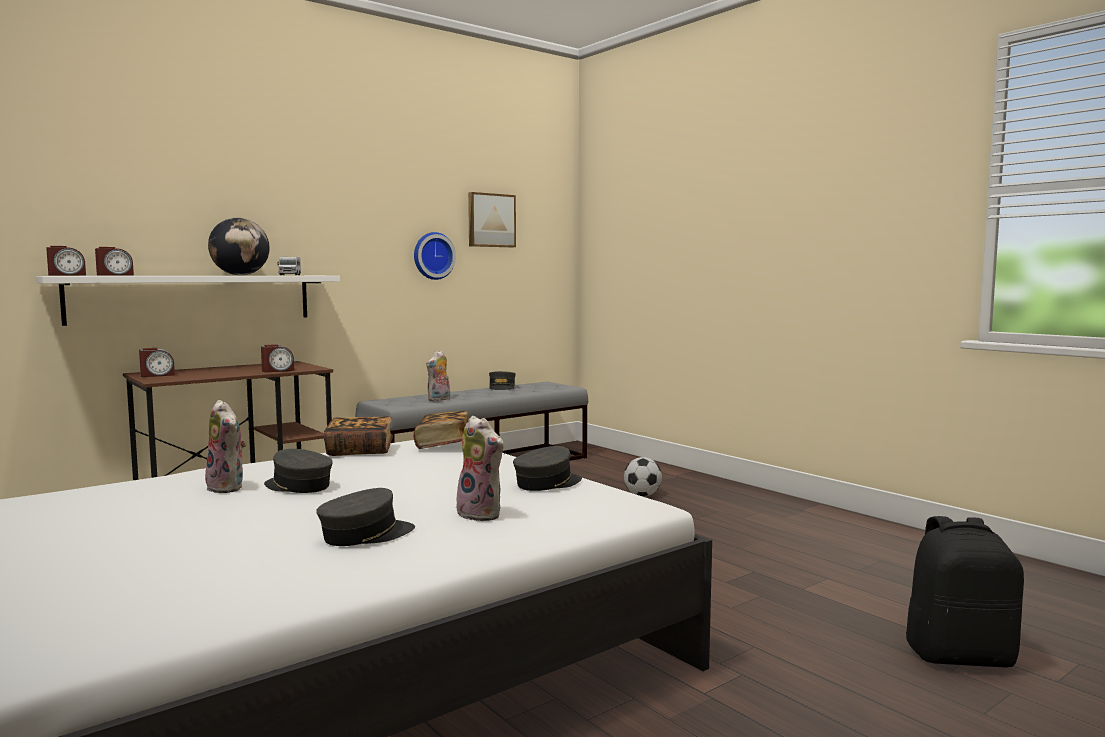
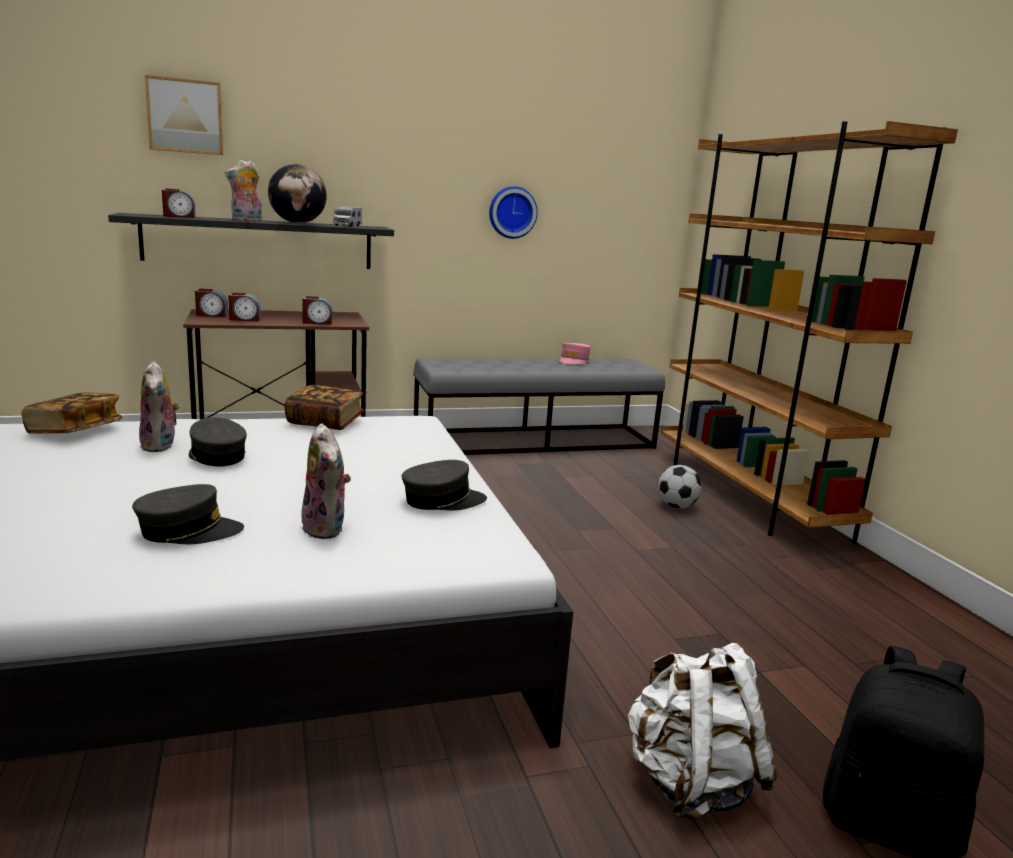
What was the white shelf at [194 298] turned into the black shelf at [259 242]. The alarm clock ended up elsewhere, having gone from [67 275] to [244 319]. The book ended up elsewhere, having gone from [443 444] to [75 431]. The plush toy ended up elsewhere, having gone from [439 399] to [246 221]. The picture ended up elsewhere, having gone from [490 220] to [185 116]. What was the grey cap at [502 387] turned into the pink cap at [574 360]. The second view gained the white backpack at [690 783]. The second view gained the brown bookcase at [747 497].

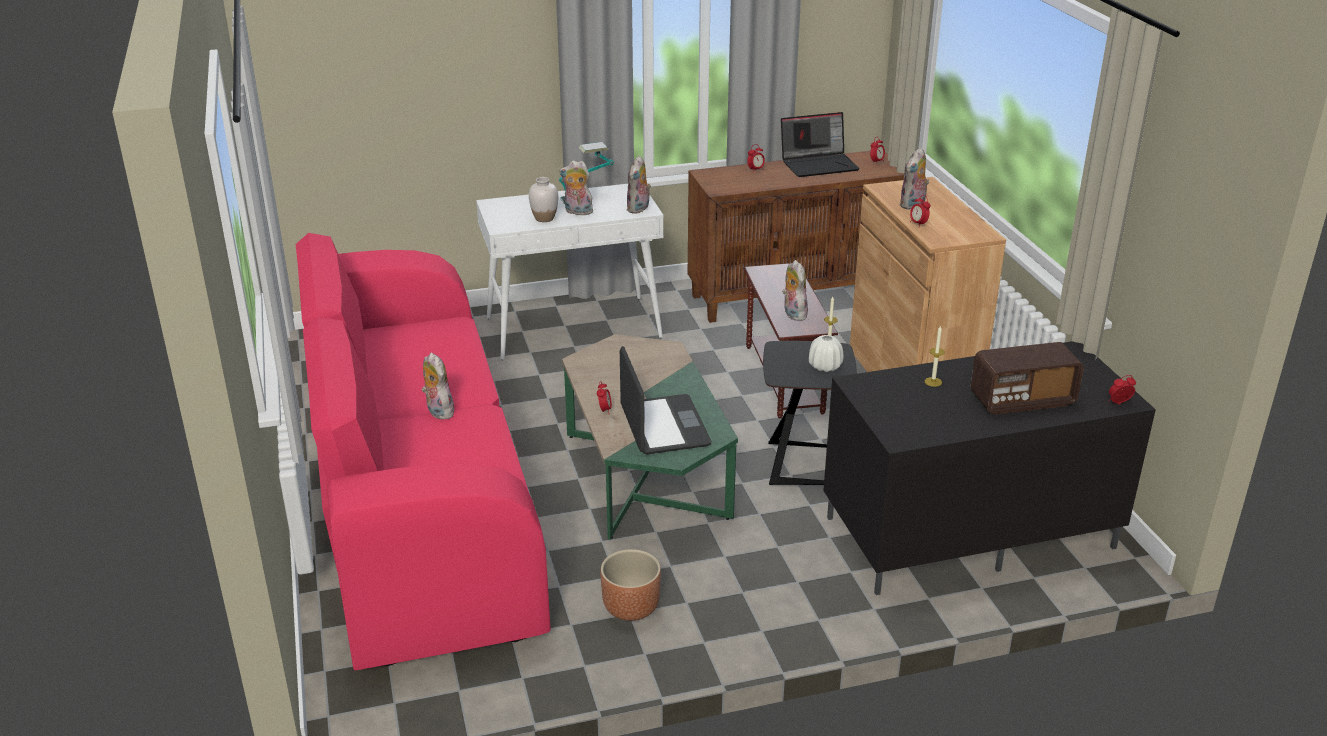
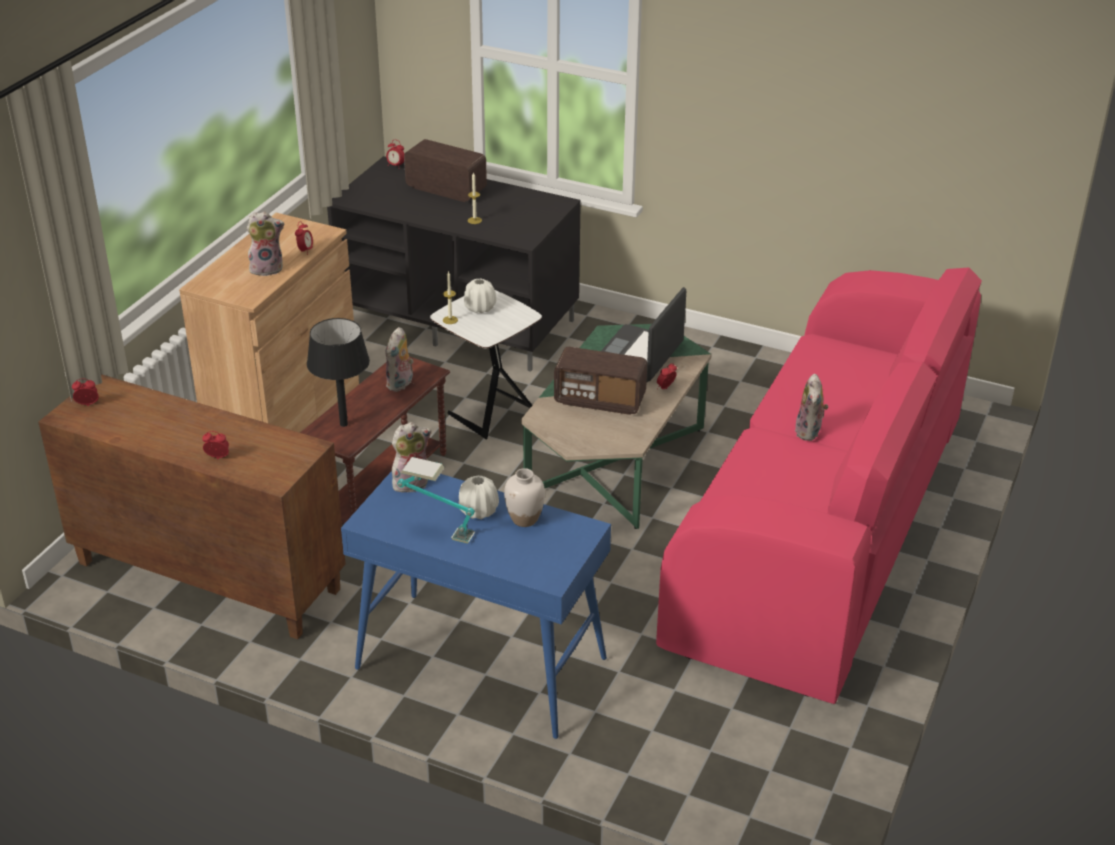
What was the white console table at [574 327] turned into the blue console table at [479 664]. Where the plush toy stood at [577 212], the white vase came to stand at [478 511]. The second view lost the brown planter at [631 609]. What was the black side table at [802 464] turned into the white side table at [488 412]. The second view lost the laptop at [819 164]. The second view gained the black table lamp at [344 424]. The second view gained the radio at [600 400].

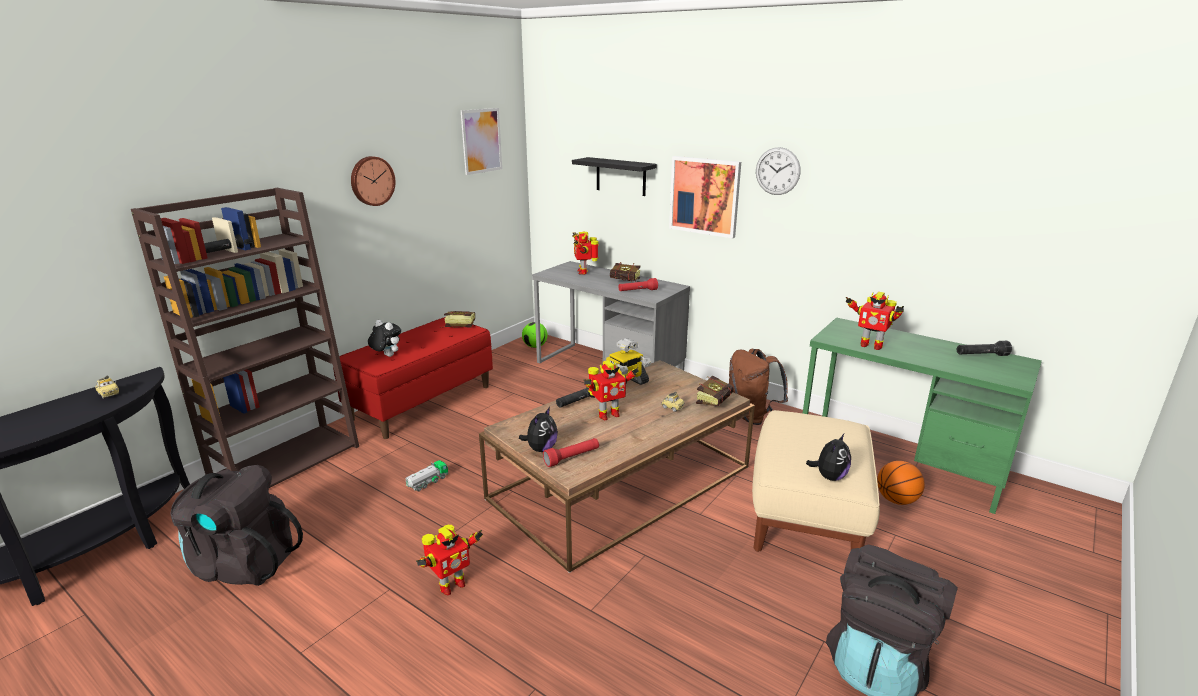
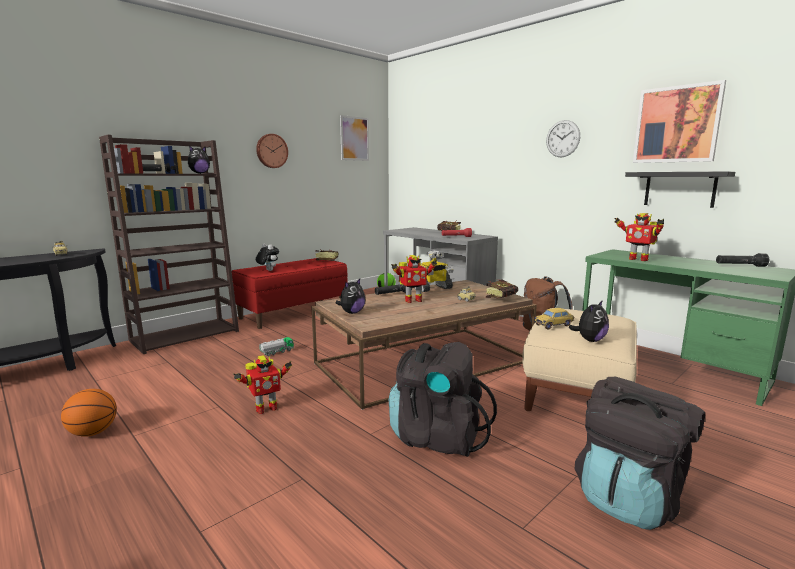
The black backpack ended up elsewhere, having gone from [243 563] to [437 437]. The second view lost the red flashlight at [572 458]. The black shelf ended up elsewhere, having gone from [621 176] to [679 189]. The second view lost the toy robot at [583 272]. The picture ended up elsewhere, having gone from [704 196] to [677 124]. The basketball ended up elsewhere, having gone from [896 500] to [93 432]. The second view gained the plush toy at [199 173]. The second view gained the toy car at [554 325].

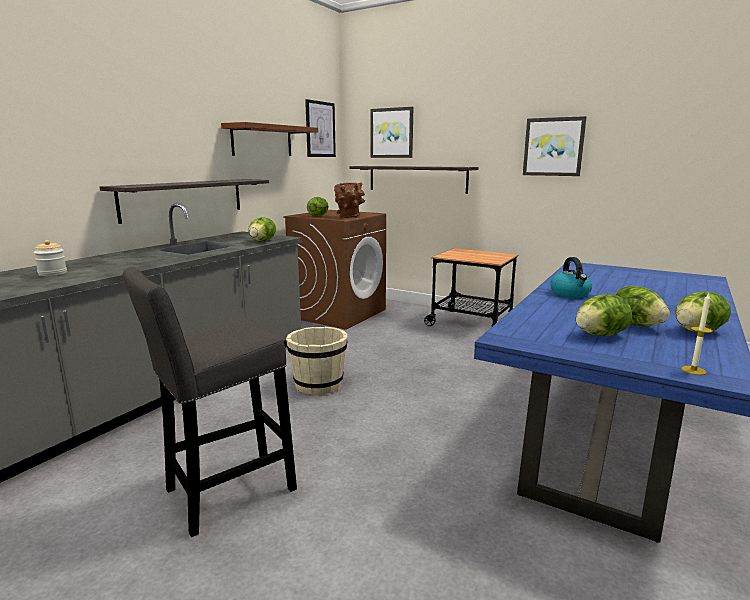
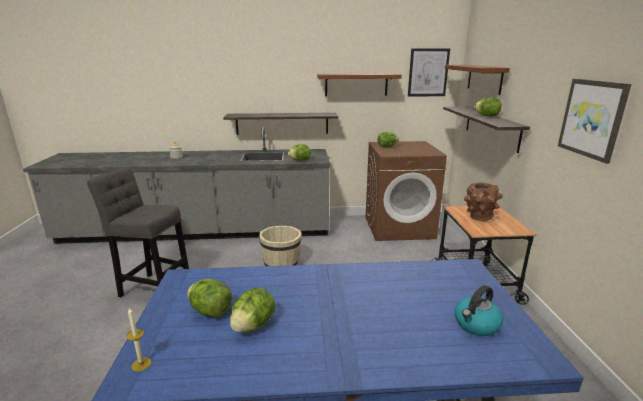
The brown vase ended up elsewhere, having gone from [349 217] to [479 218]. Where the picture hung at [392 133], the brown shelf came to hang at [484 79]. The kettle ended up elsewhere, having gone from [570 294] to [476 325]. The lettuce ended up elsewhere, having gone from [697 331] to [487 116].

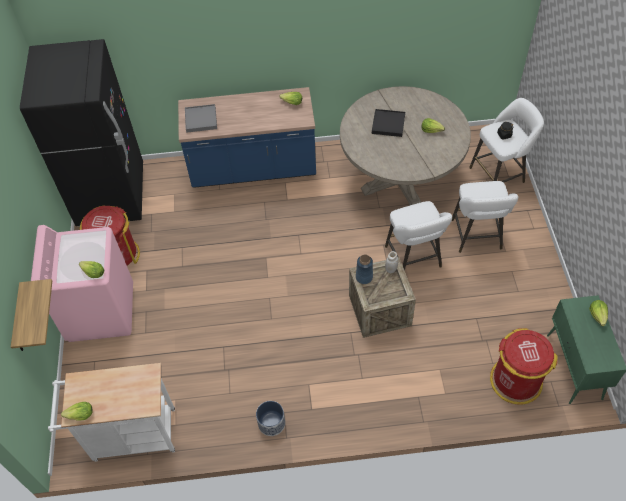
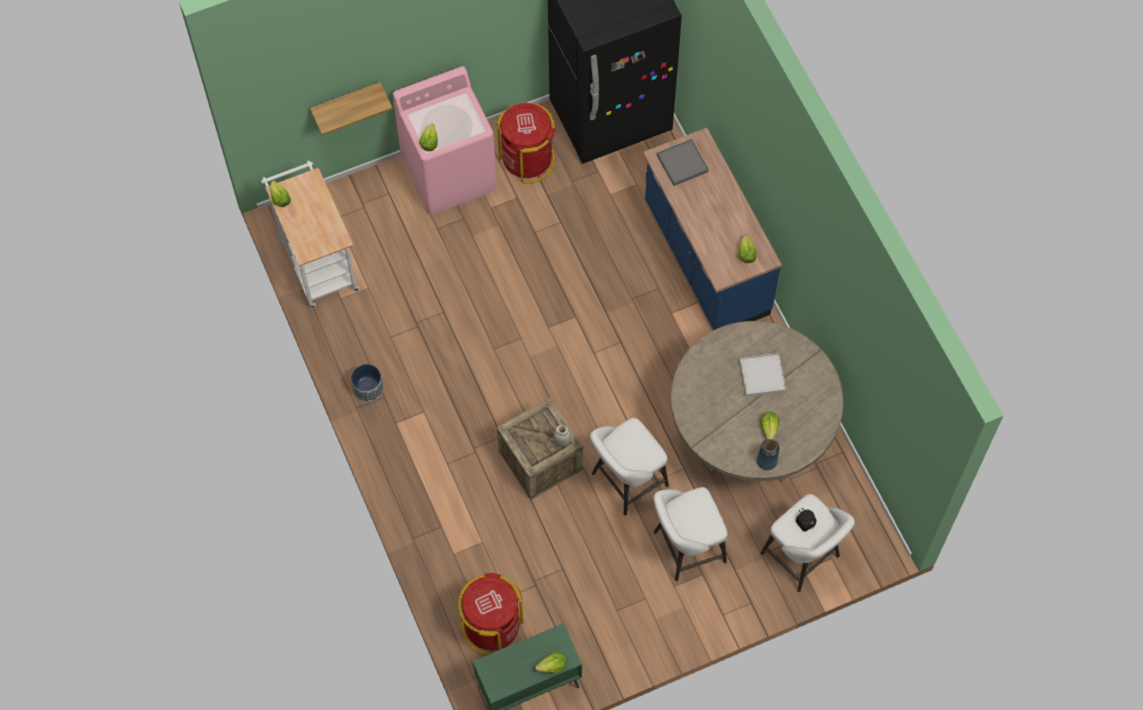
The blue vase ended up elsewhere, having gone from [364 277] to [766 461]. What was the black tray at [388 124] turned into the white tray at [762 376].

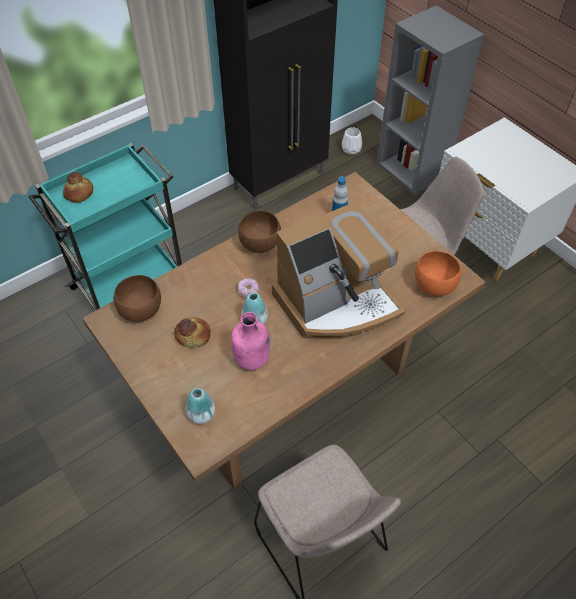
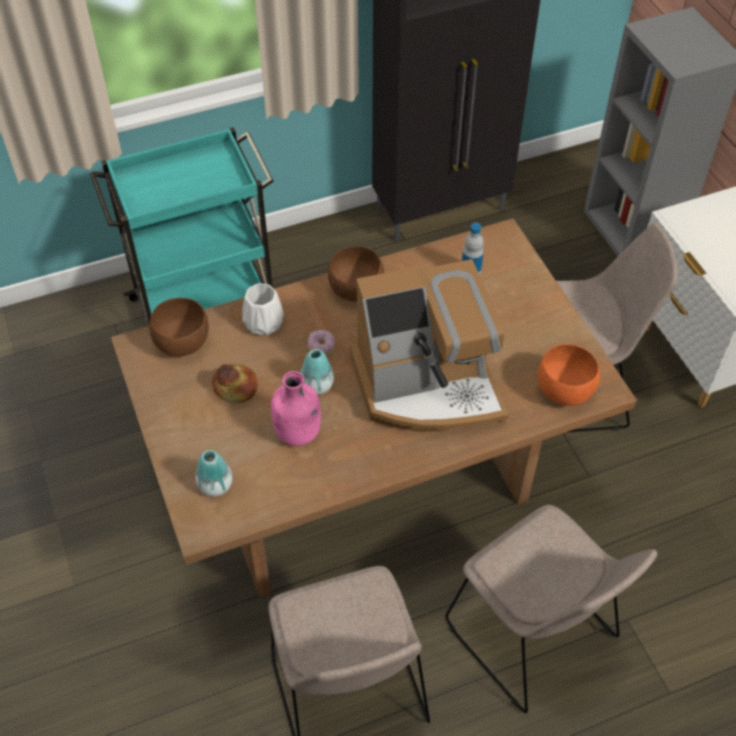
The second view lost the bread at [79 193]. The white vase ended up elsewhere, having gone from [351 149] to [264 322]. The second view gained the beige chair at [534 635].

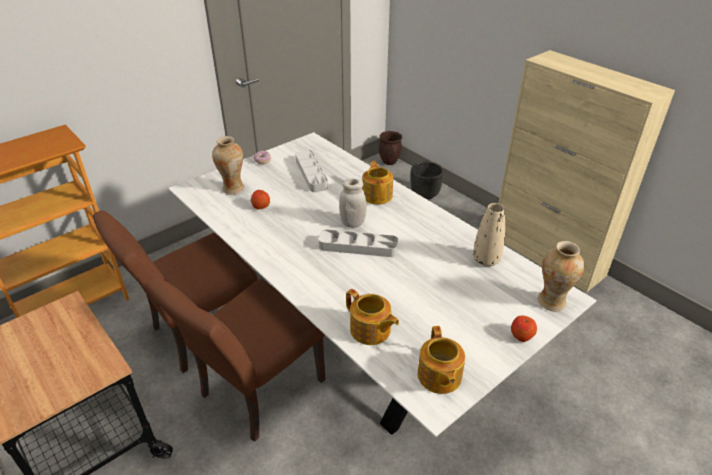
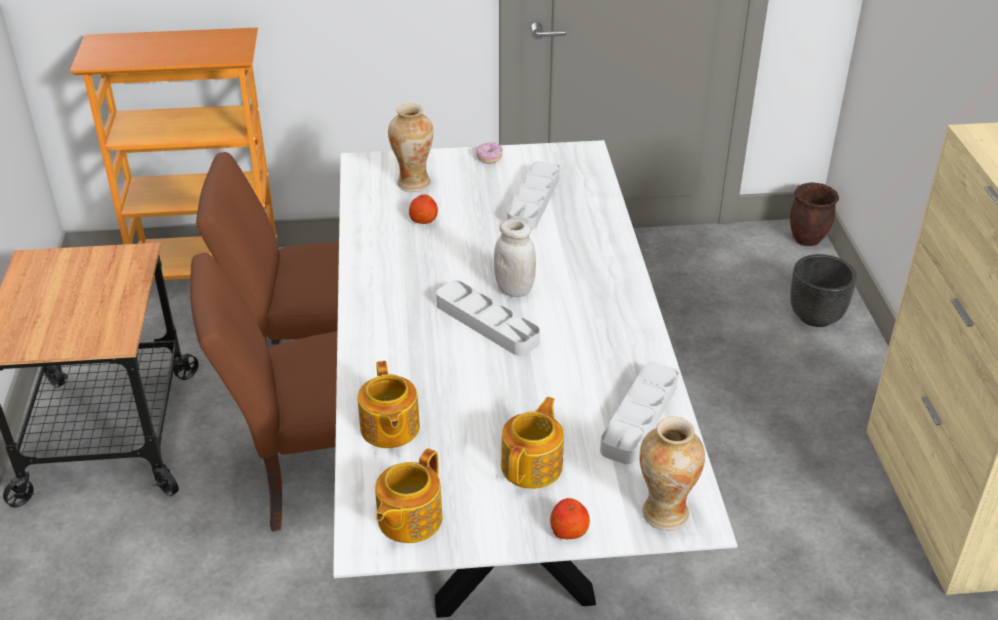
The teapot ended up elsewhere, having gone from [377 195] to [533 465]. Where the beige vase stood at [486 260], the grey tray came to stand at [639 417].

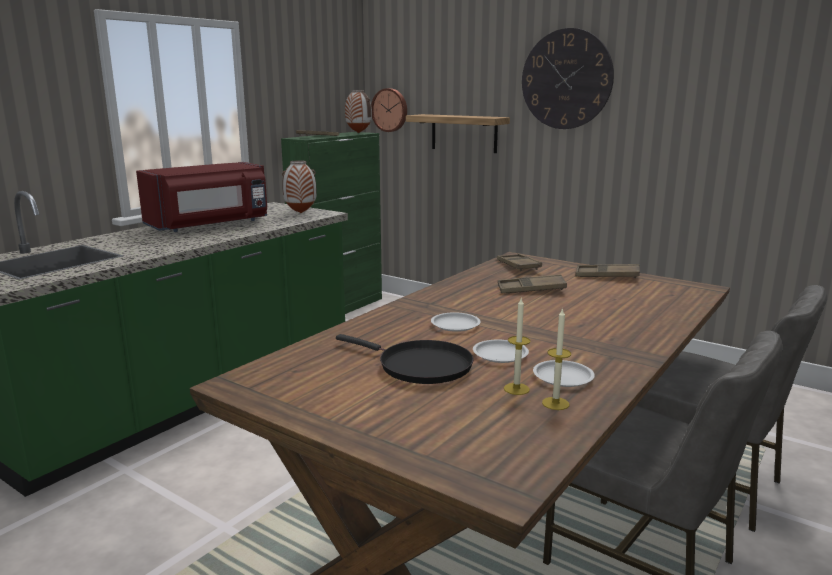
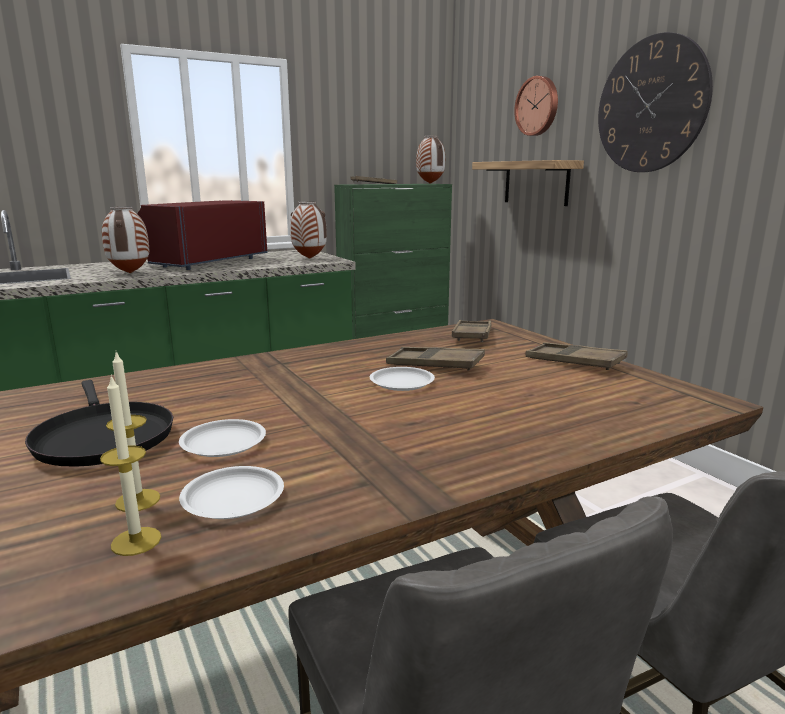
The red microwave at [210 225] ended up facing another way, 135 degrees clockwise from before. The wall clock ended up elsewhere, having gone from [390 110] to [538 106]. The white plate ended up elsewhere, having gone from [455 325] to [402 383]. The second view gained the vase at [130 273].

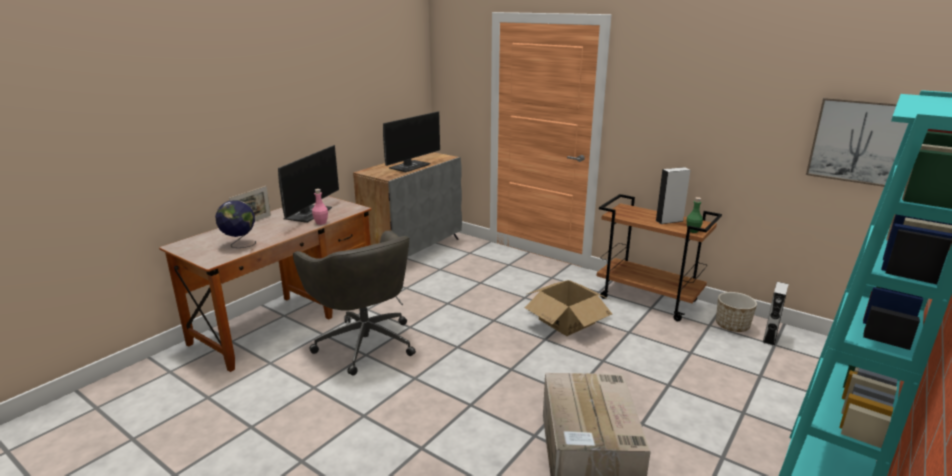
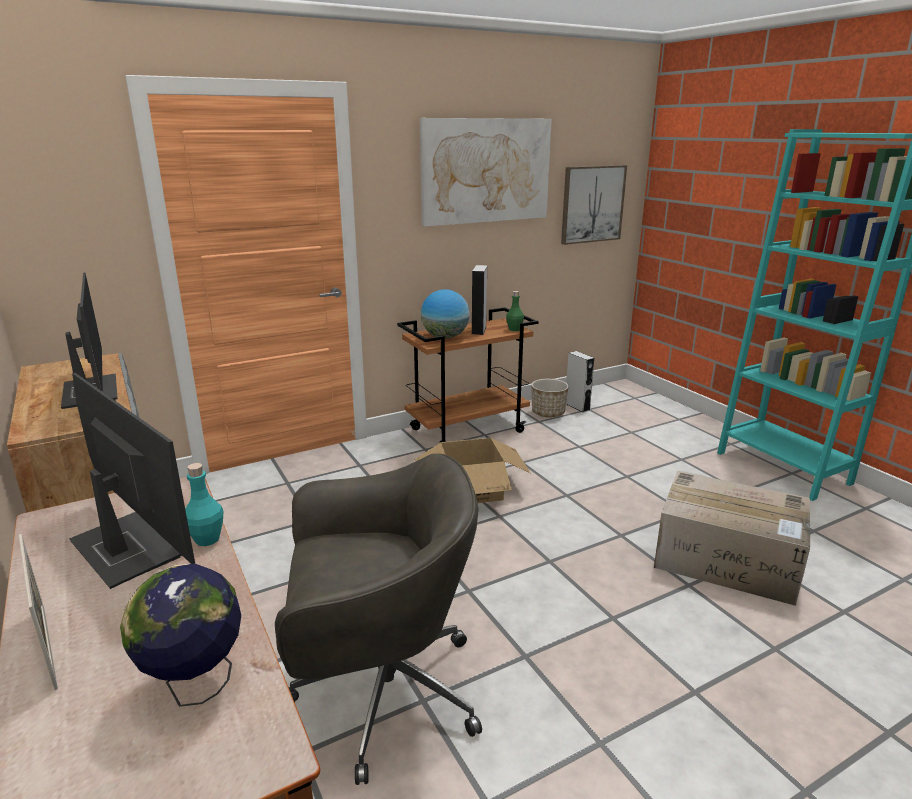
What was the pink bottle at [321 223] turned into the turquoise bottle at [207 539]. The second view gained the picture at [486 171]. The second view gained the globe at [445 337].

